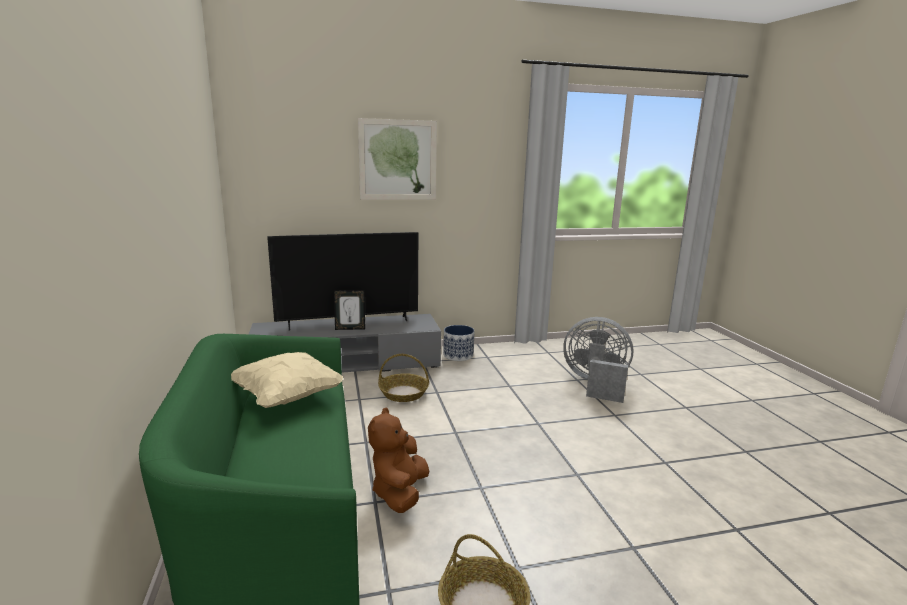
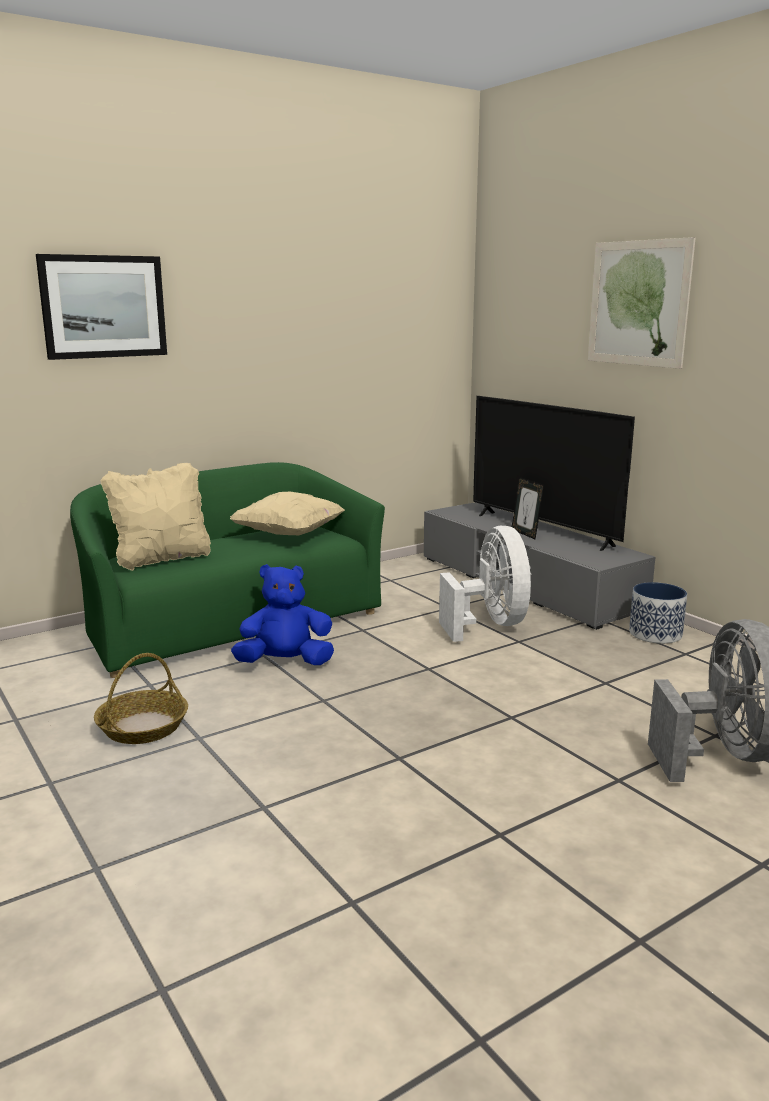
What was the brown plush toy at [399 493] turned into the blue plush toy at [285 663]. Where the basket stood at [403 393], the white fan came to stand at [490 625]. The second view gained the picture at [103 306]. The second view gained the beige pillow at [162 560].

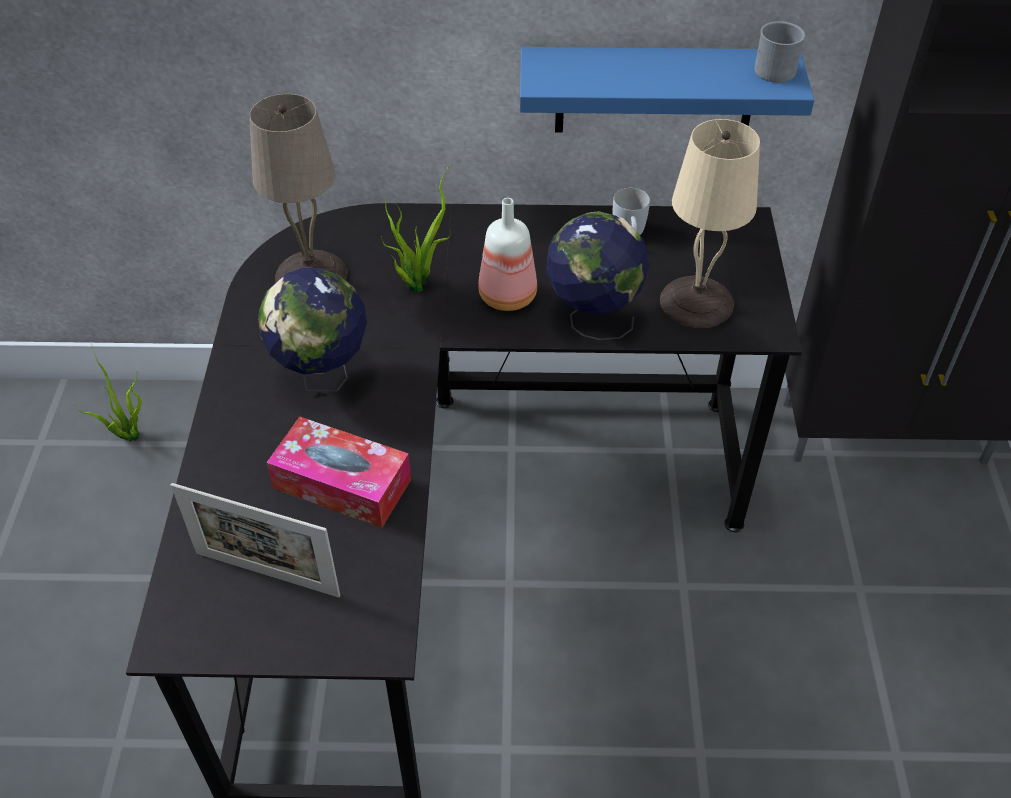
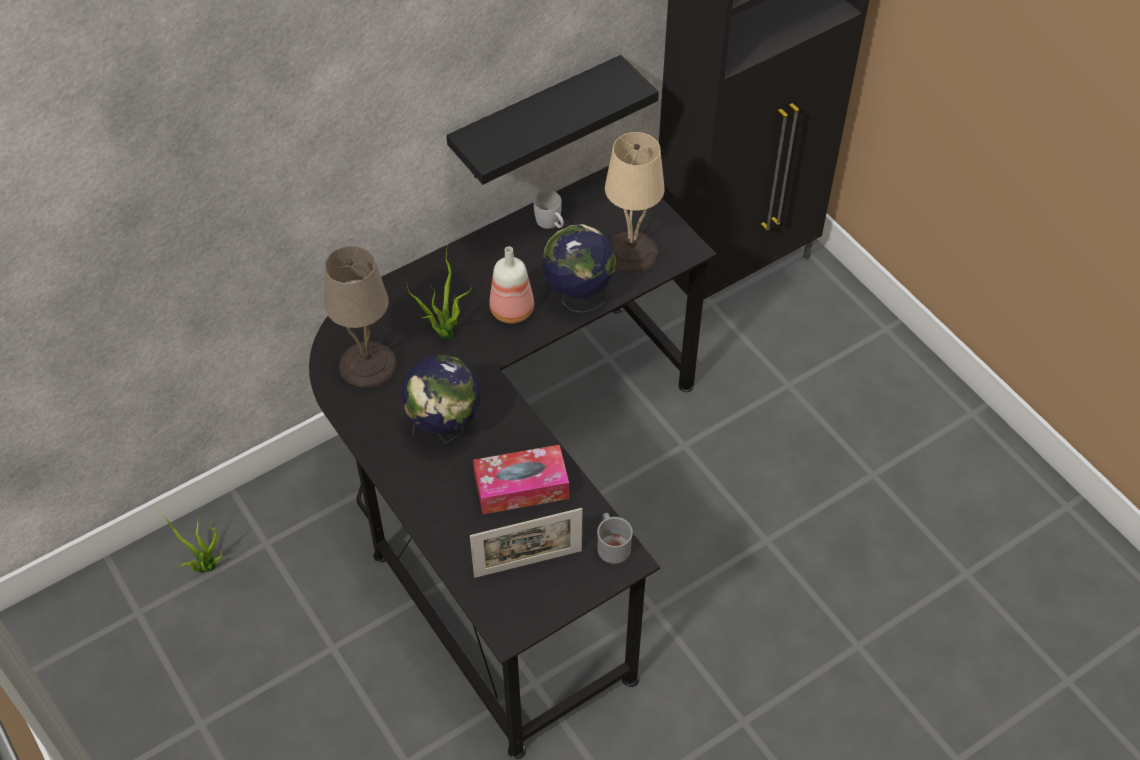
What was the blue shelf at [655 90] turned into the black shelf at [536 120]. The grey mug ended up elsewhere, having gone from [776 67] to [612 544].

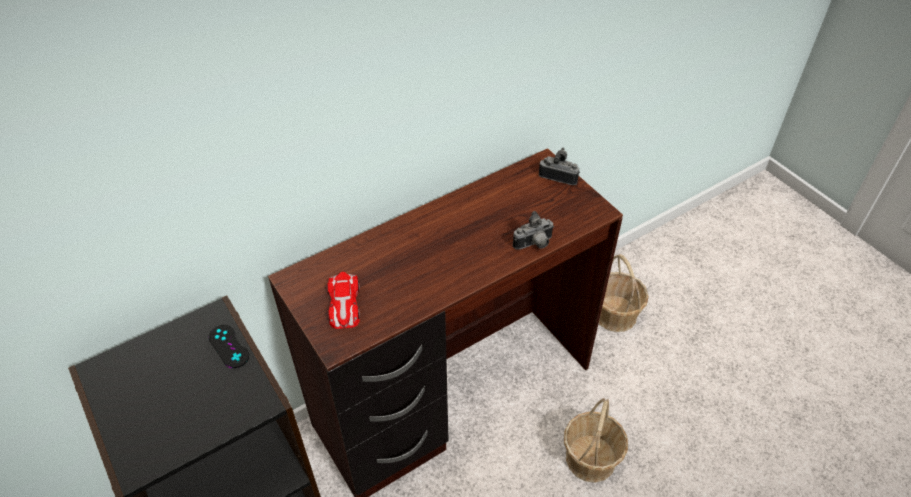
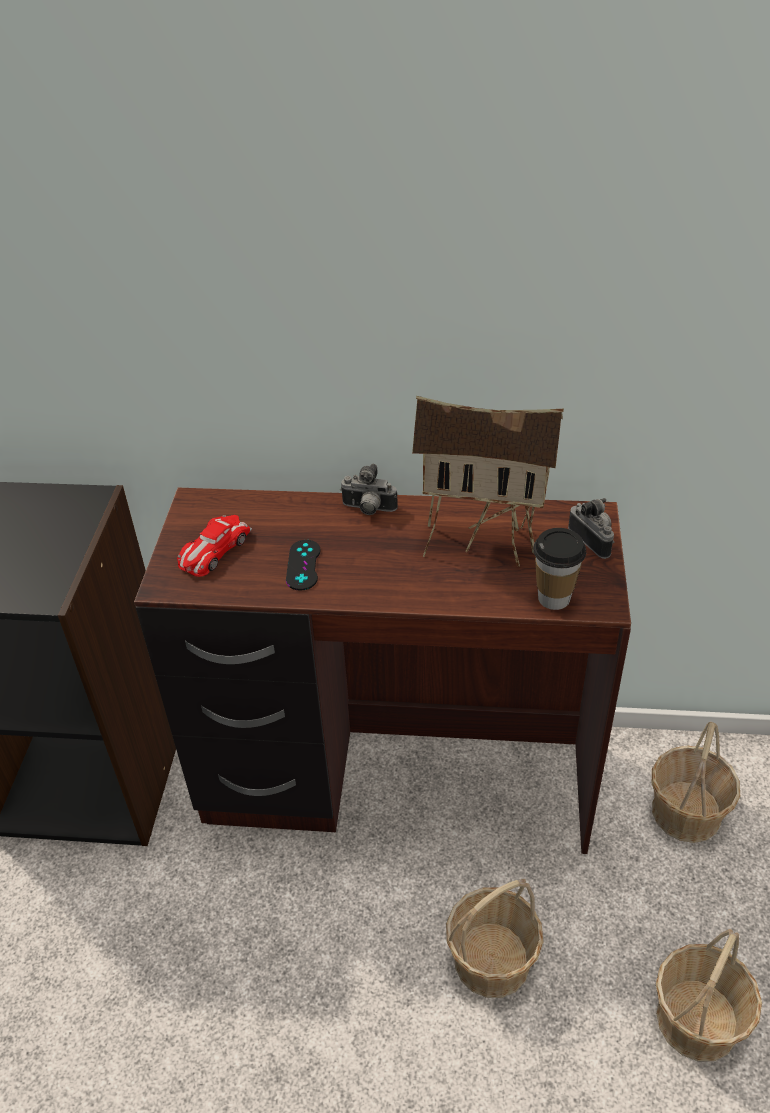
The black game controller ended up elsewhere, having gone from [229 346] to [303 565]. The photo camera ended up elsewhere, having gone from [534 245] to [368 510]. The second view gained the toy house at [483 540]. The second view gained the cup at [554 598]. The second view gained the basket at [697 1020].

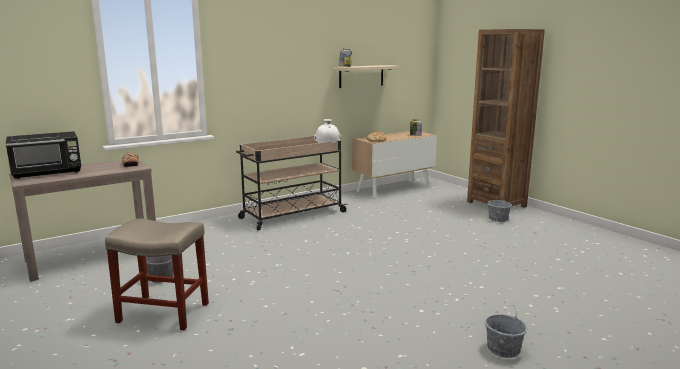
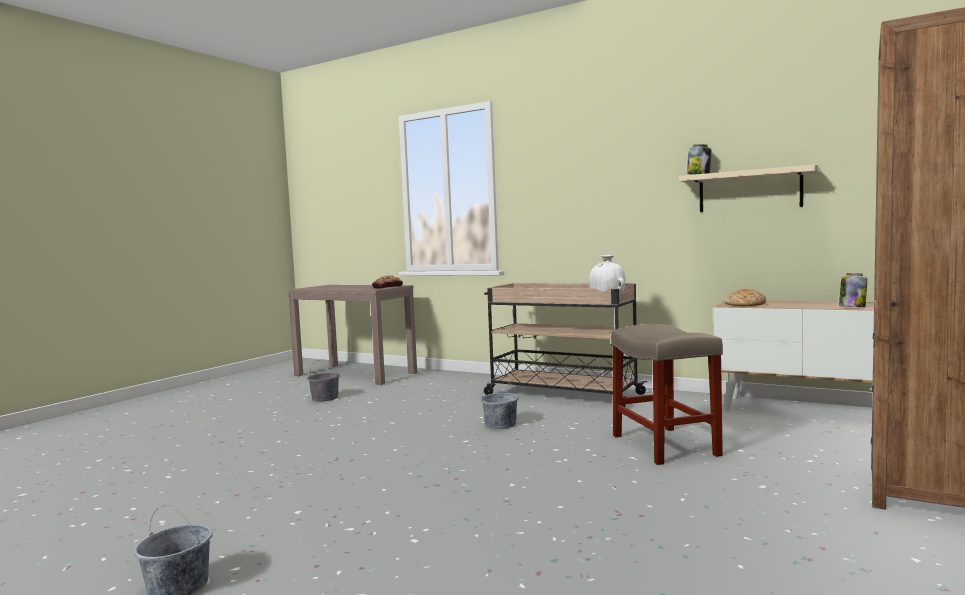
The second view lost the black microwave at [48 172]. The beige stool ended up elsewhere, having gone from [165 312] to [666 446]. The grey bucket ended up elsewhere, having gone from [498 219] to [501 424].

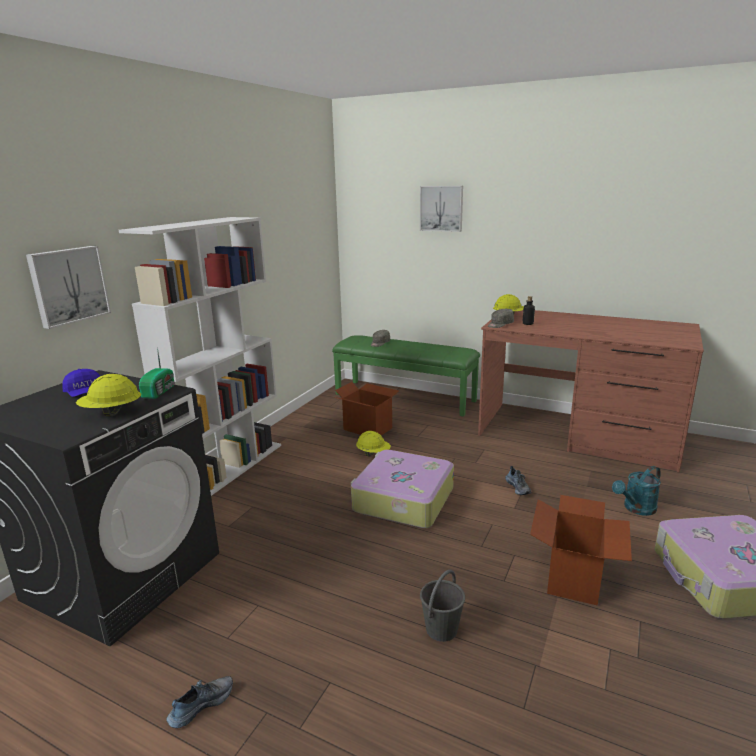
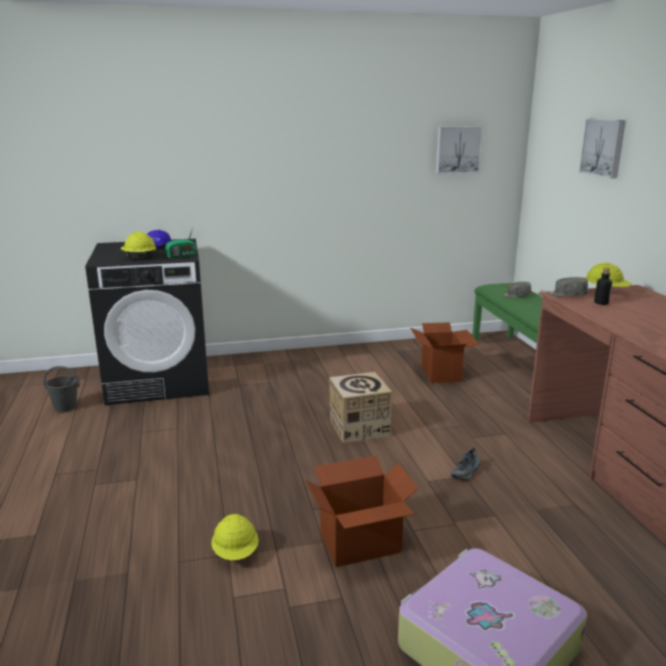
The picture ended up elsewhere, having gone from [68 285] to [458 149]. The second view lost the white bookcase at [228 469]. The second view lost the shoe at [201 704]. Where the suitcase stood at [402 500], the cardboard box came to stand at [359 428]. The yellow hard hat ended up elsewhere, having gone from [373 453] to [236 553]. The grey bucket ended up elsewhere, having gone from [441 629] to [65 407]. The second view lost the turquoise watering can at [636 509].

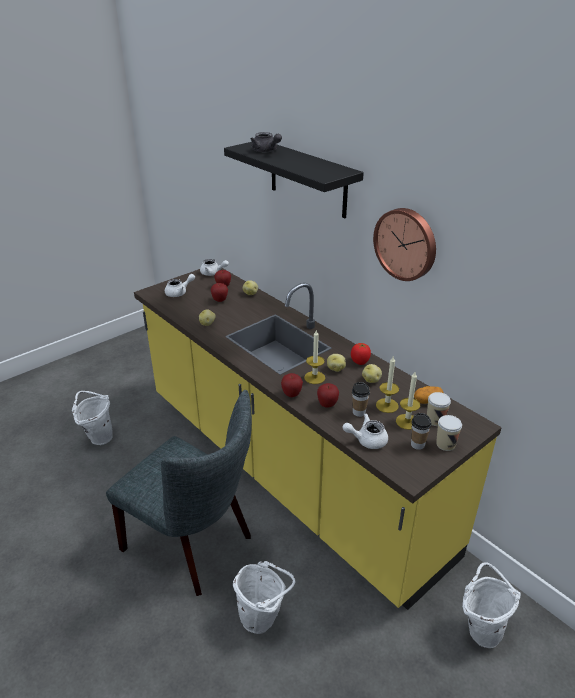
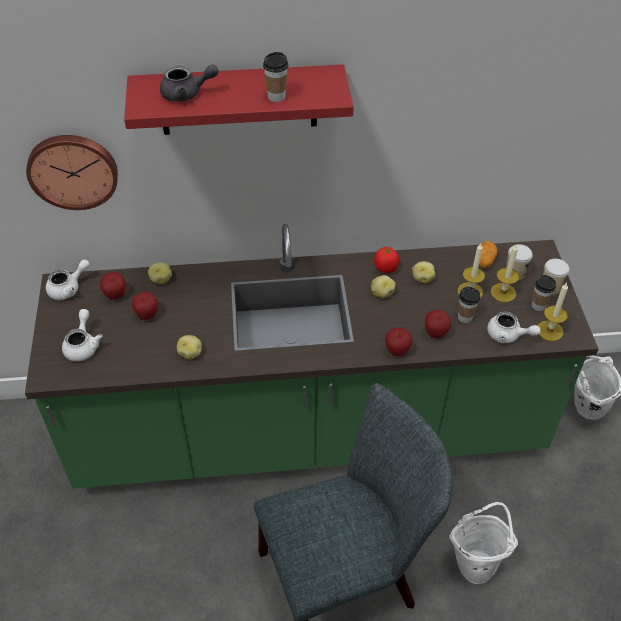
The second view lost the white bucket at [98 437]. What was the yellow counter at [287 470] turned into the green counter at [309 433]. What was the black shelf at [308 179] turned into the red shelf at [238 100]. The candle ended up elsewhere, having gone from [314 377] to [550 330]. The white teapot at [367 440] ended up facing another way, 90 degrees counterclockwise from before. The wall clock ended up elsewhere, having gone from [406 243] to [73 170]. The second view gained the cup at [276 97].

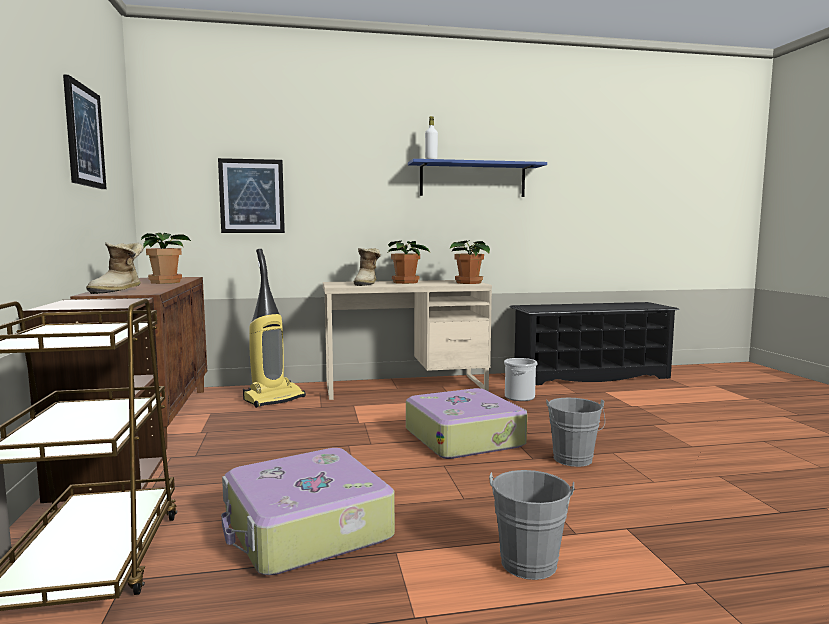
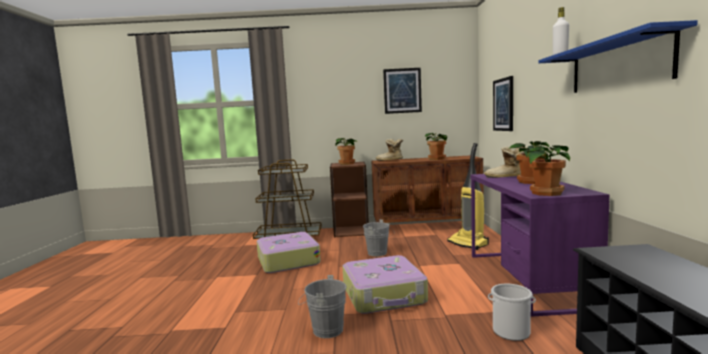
What was the beige desk at [405 386] turned into the purple desk at [525 279]. The grey bucket ended up elsewhere, having gone from [529 559] to [379 253]. The second view gained the potted plant at [347 163].

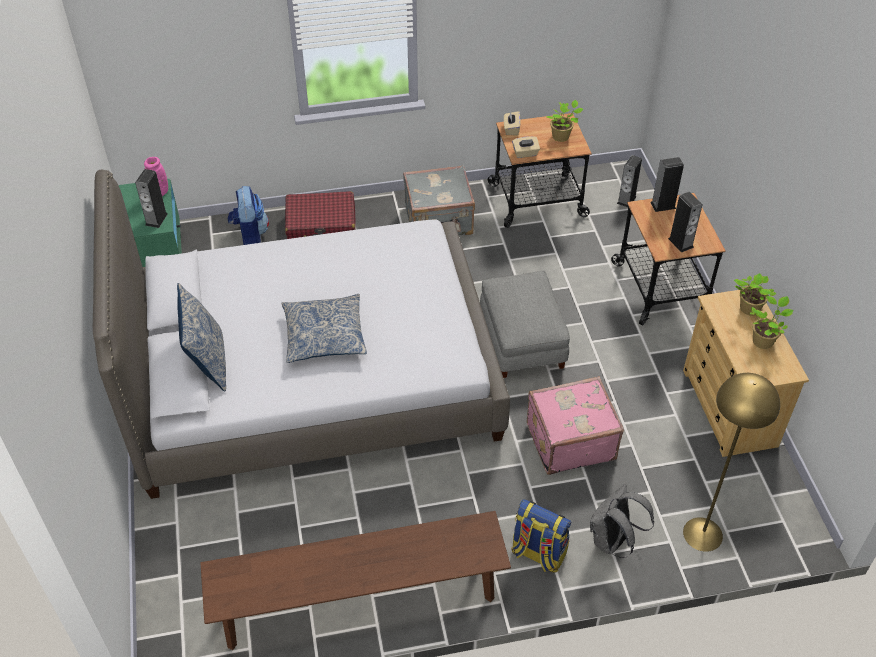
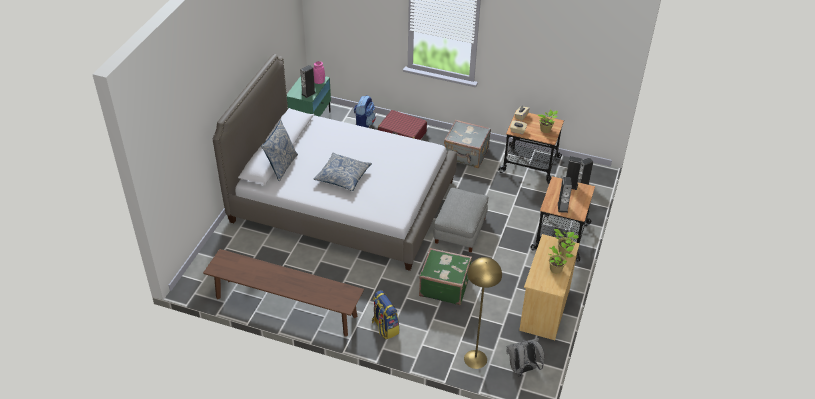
What was the pink suitcase at [569 440] turned into the green suitcase at [444 286]. The grey backpack ended up elsewhere, having gone from [612 541] to [522 369].

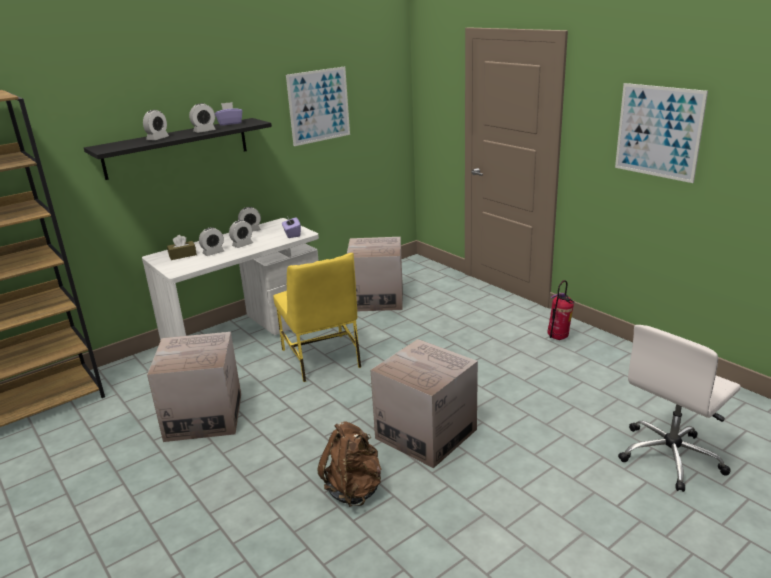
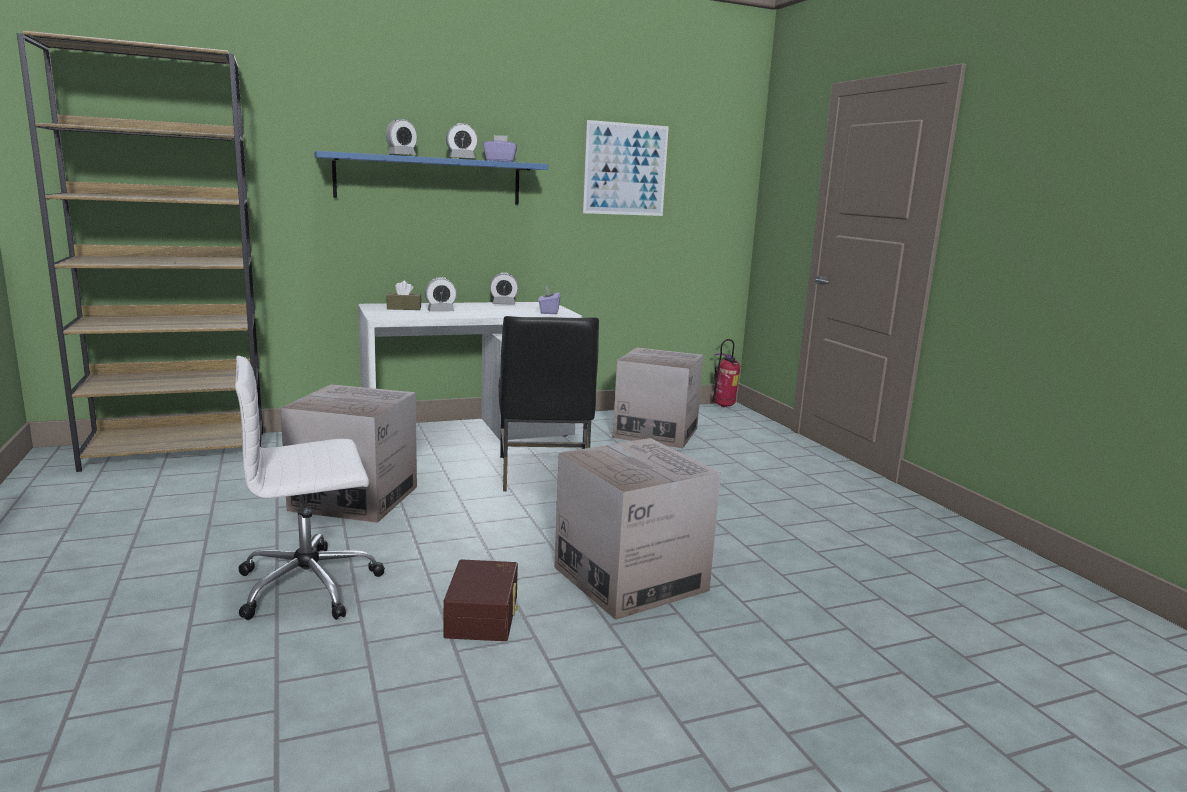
What was the black shelf at [177 148] turned into the blue shelf at [429 179]. The second view lost the alarm clock at [242 245]. What was the yellow chair at [322 358] turned into the black chair at [543 474]. Where the brown backpack stood at [354 489], the brown storage box came to stand at [484 616]. The fire extinguisher ended up elsewhere, having gone from [558 338] to [723 406]. The second view lost the picture at [658 131]. The white office chair ended up elsewhere, having gone from [671 456] to [310 585].

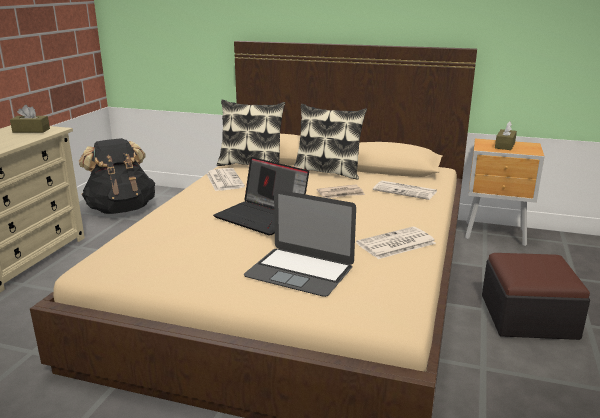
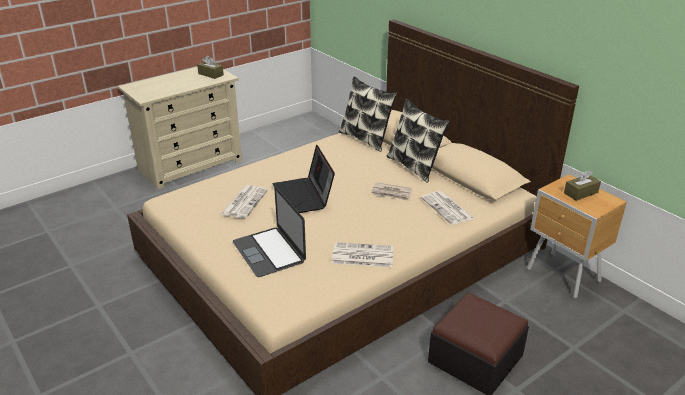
The second view lost the black backpack at [121 209]. The newspaper ended up elsewhere, having gone from [224 180] to [244 202].

